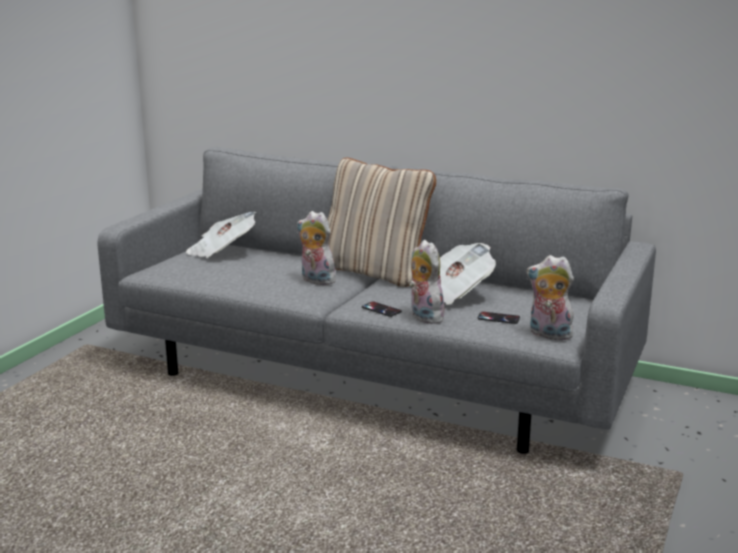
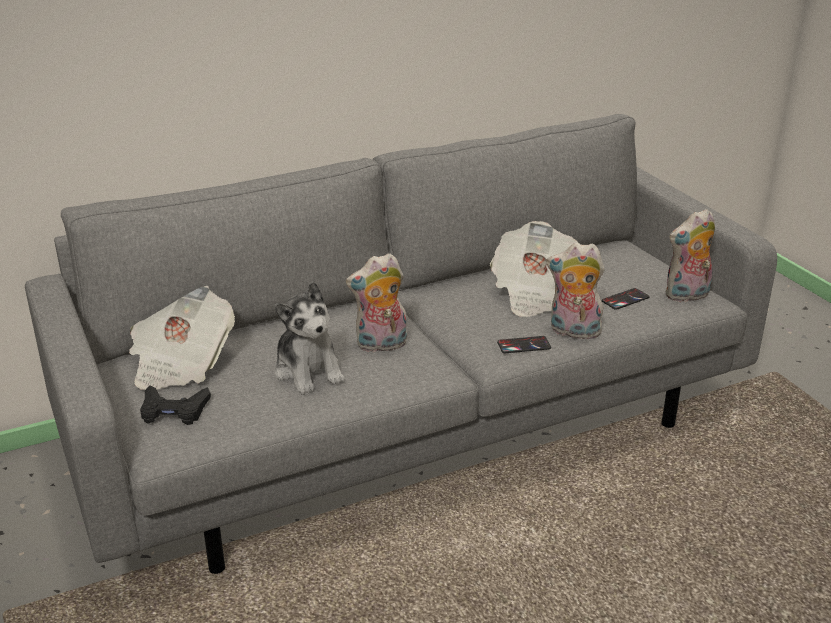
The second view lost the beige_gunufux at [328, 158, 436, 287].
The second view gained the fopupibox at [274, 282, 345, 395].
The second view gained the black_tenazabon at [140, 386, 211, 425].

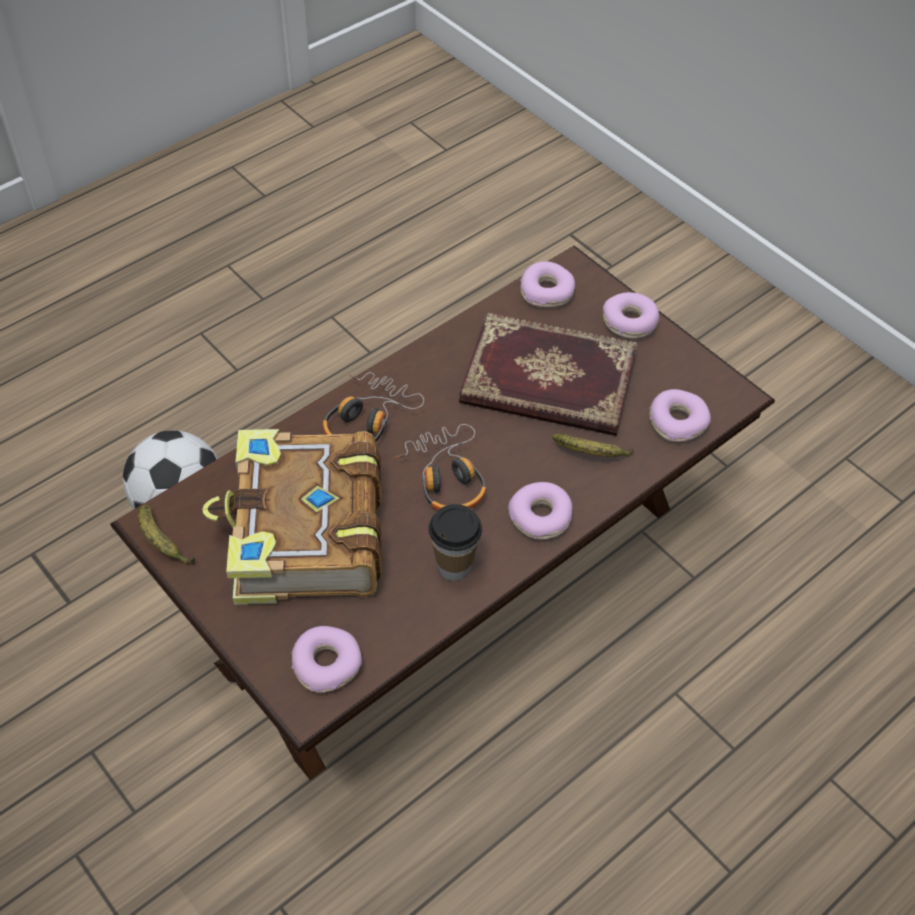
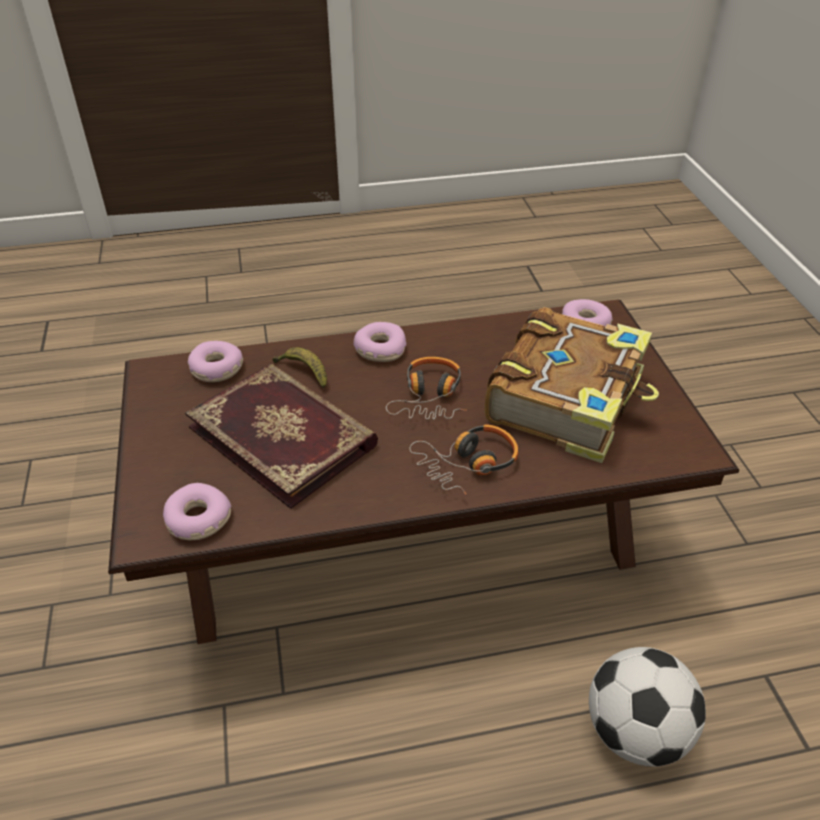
The second view lost the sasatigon at [603, 292, 660, 339].
The second view lost the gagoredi at [138, 504, 195, 565].
The second view lost the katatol at [429, 504, 482, 581].

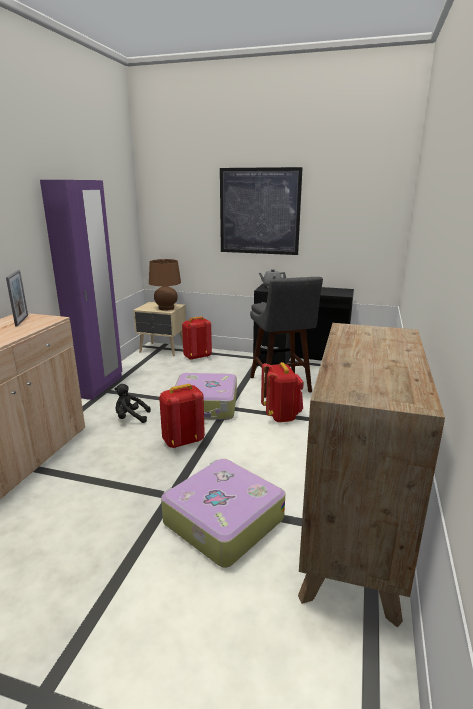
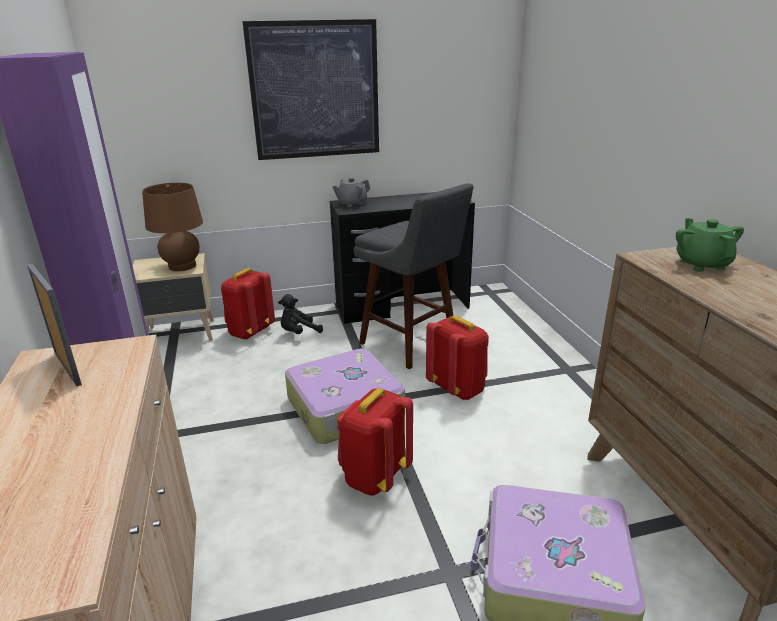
The black_fopupibox ended up elsewhere, having gone from [114, 384, 151, 423] to [278, 294, 323, 334].
The second view gained the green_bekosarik at [676, 218, 744, 272].

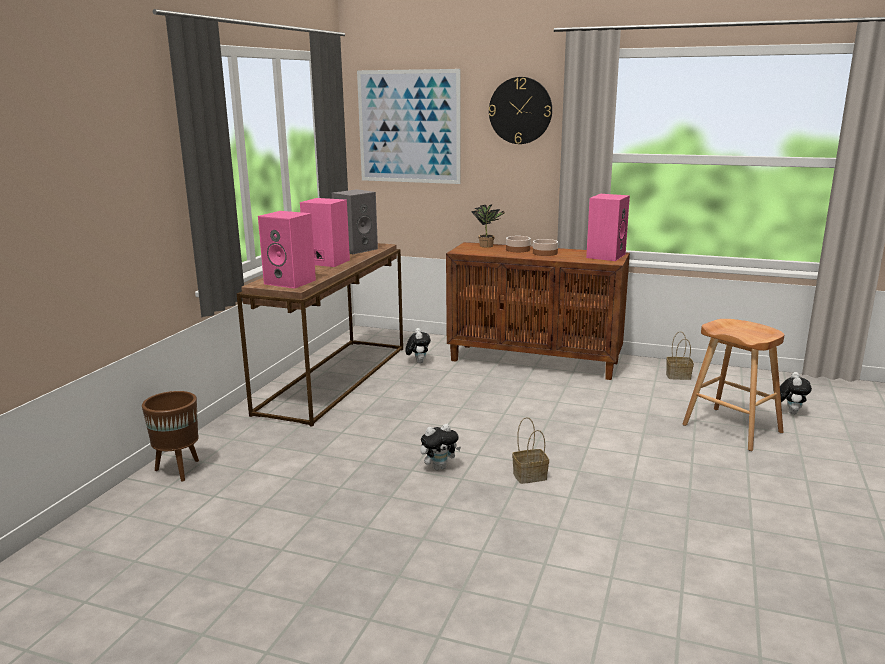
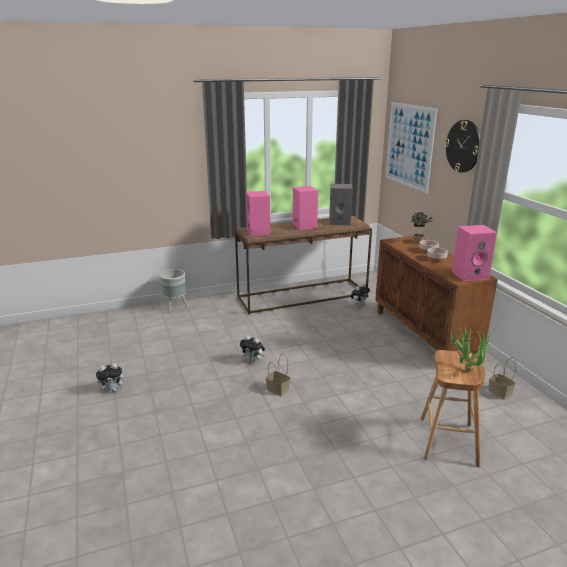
The fopupibox ended up elsewhere, having gone from [780, 372, 812, 414] to [96, 363, 127, 393].
What was the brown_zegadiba at [142, 391, 199, 482] turned into the grey_zegadiba at [159, 269, 188, 313].
The second view gained the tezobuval at [448, 326, 490, 372].

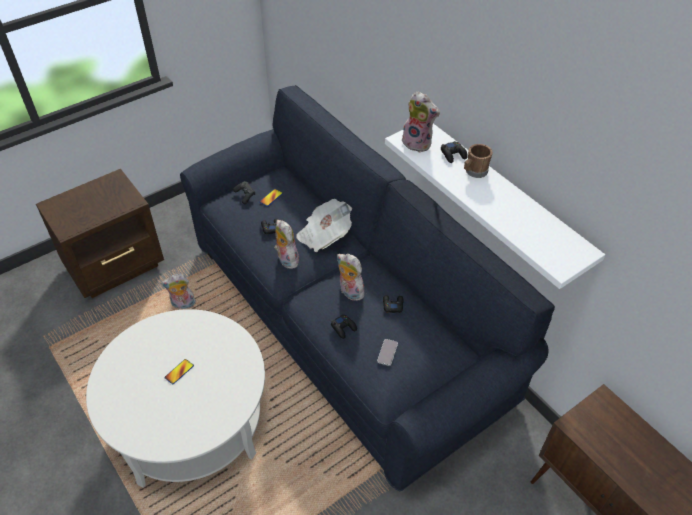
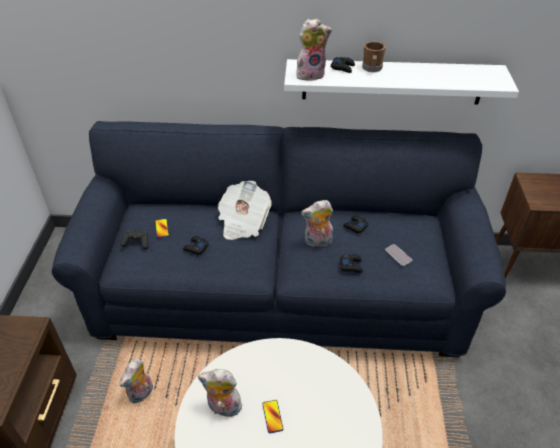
The fopupibox ended up elsewhere, having gone from [274, 220, 299, 269] to [198, 369, 242, 417].

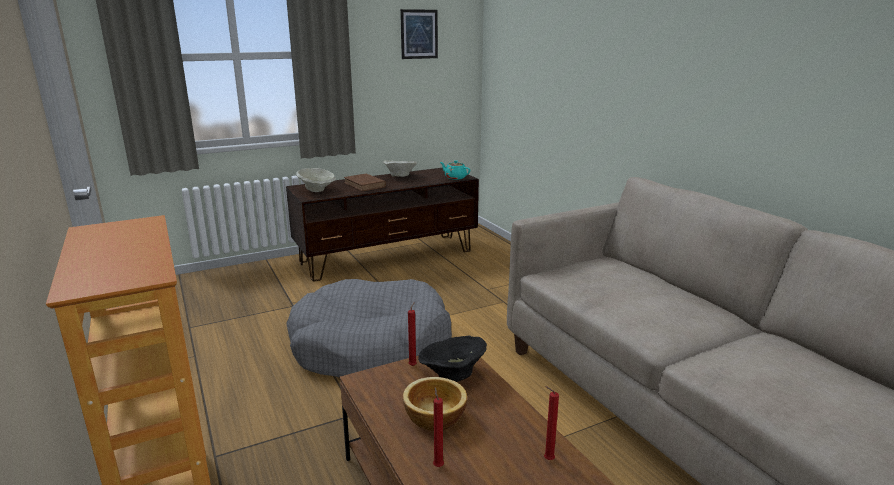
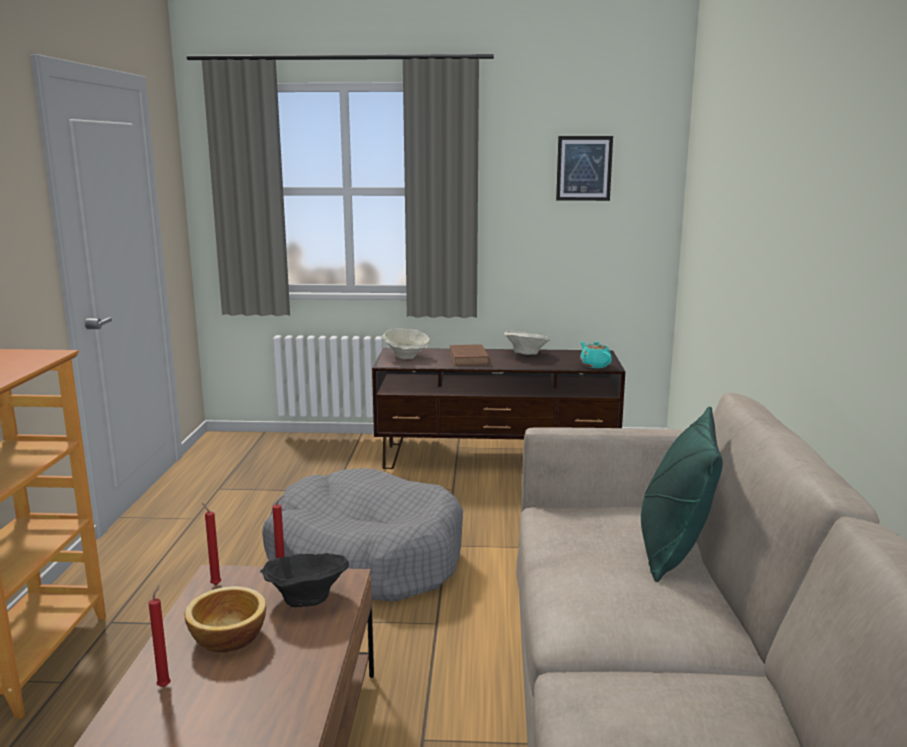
The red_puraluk ended up elsewhere, having gone from [544, 386, 559, 460] to [202, 503, 221, 585].
The second view gained the green_gunufux at [641, 407, 723, 582].

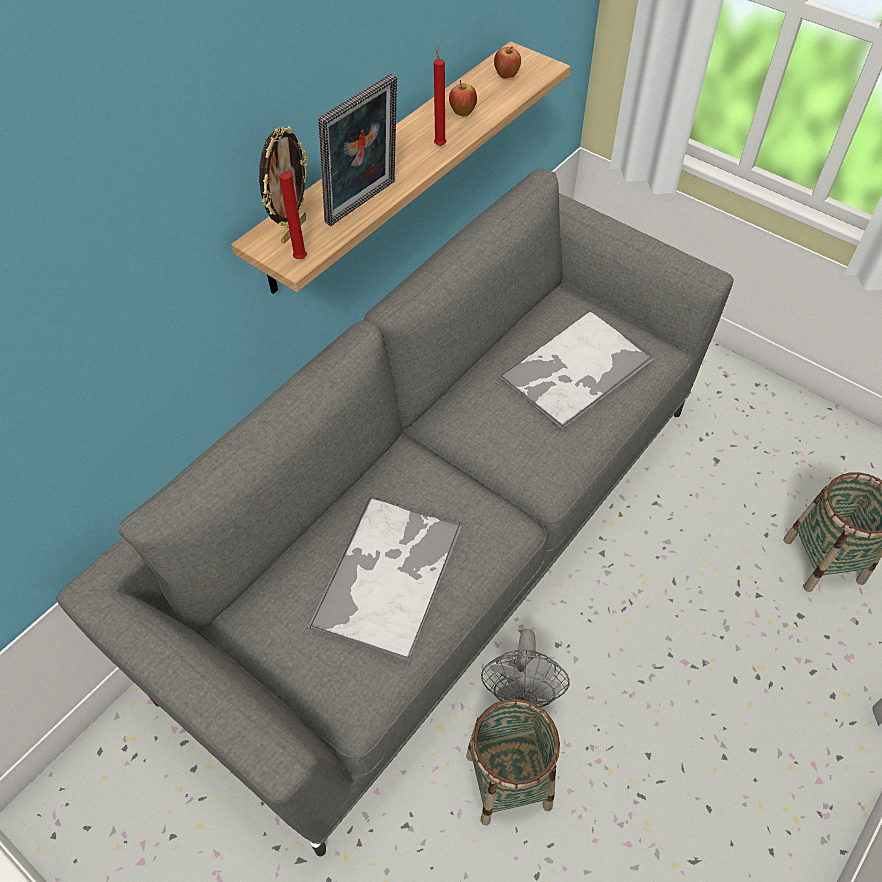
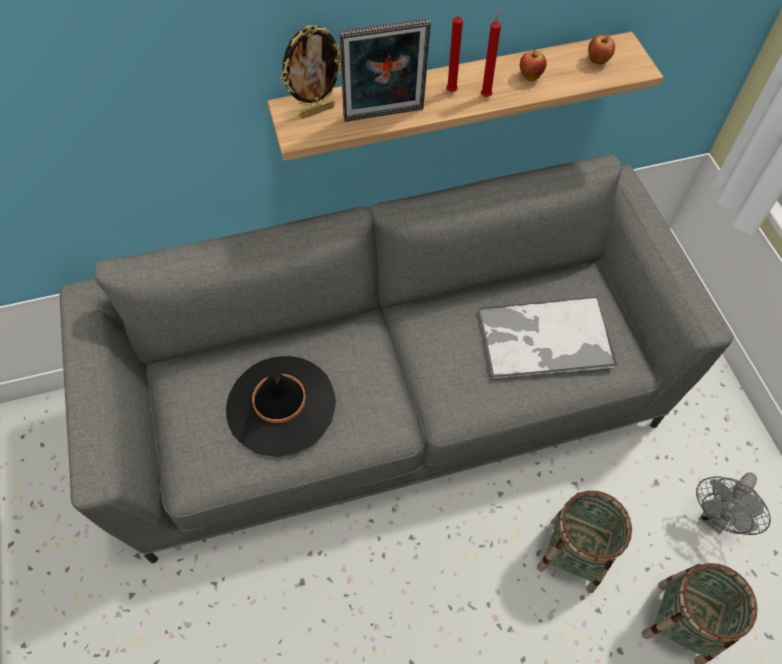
The red_puraluk ended up elsewhere, having gone from [279, 170, 307, 259] to [446, 16, 463, 92].
Where the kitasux stood at [309, 495, 462, 662], the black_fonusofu came to stand at [226, 356, 336, 457].
The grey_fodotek ended up elsewhere, having gone from [481, 629, 570, 708] to [696, 472, 771, 535].
The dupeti ended up elsewhere, having gone from [466, 699, 560, 826] to [537, 491, 632, 593].

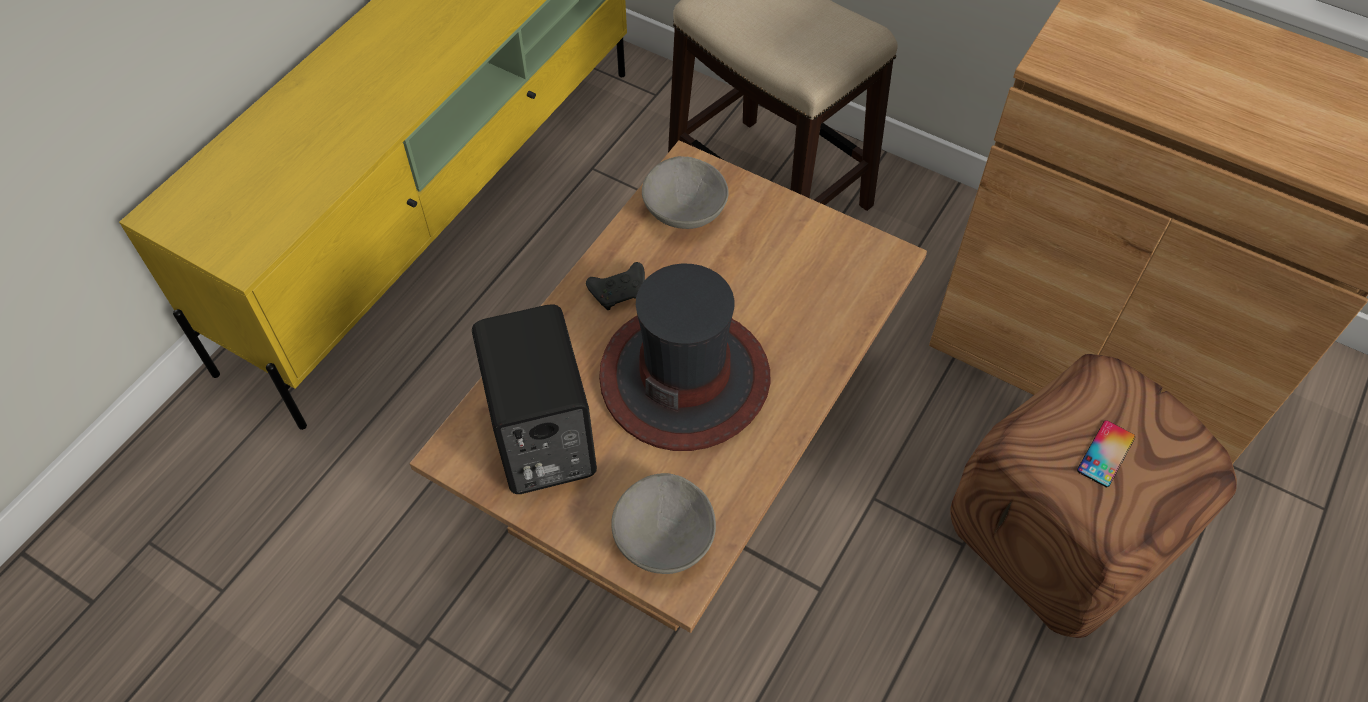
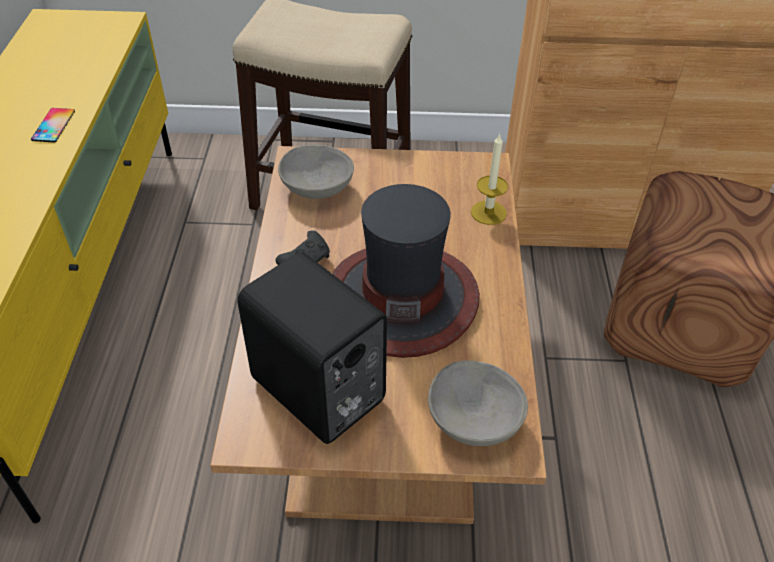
The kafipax ended up elsewhere, having gone from [1077, 420, 1135, 487] to [31, 108, 75, 142].
The second view gained the puraluk at [471, 133, 508, 225].

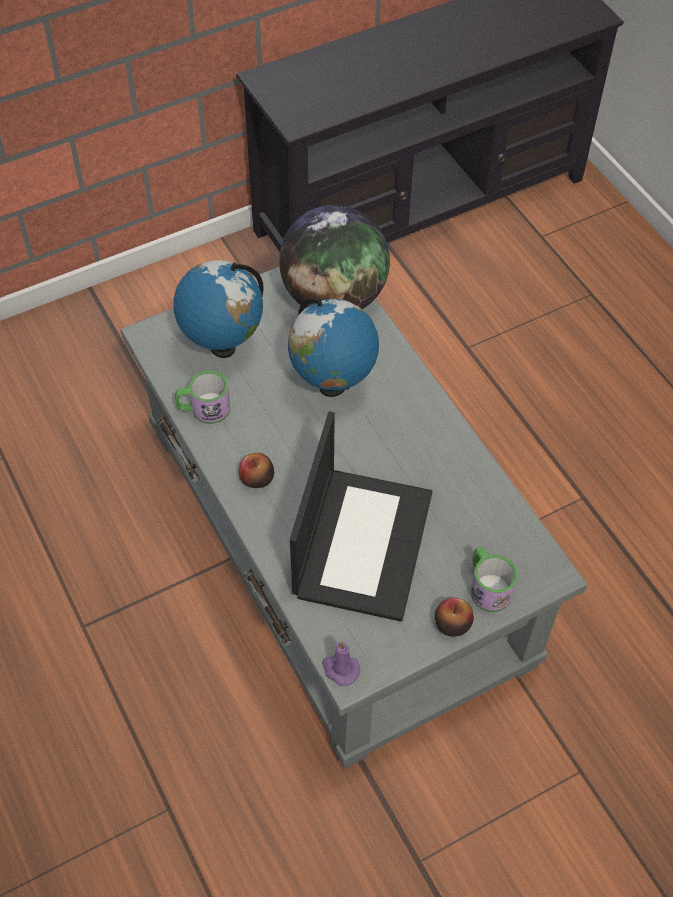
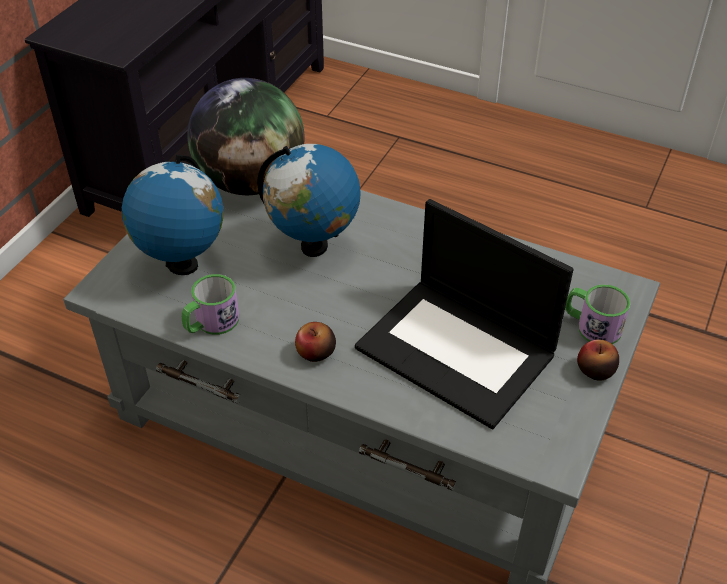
The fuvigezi at [290, 411, 432, 622] ended up facing another way, 150 degrees clockwise from before.
The second view lost the purple_puraluk at [322, 641, 360, 686].

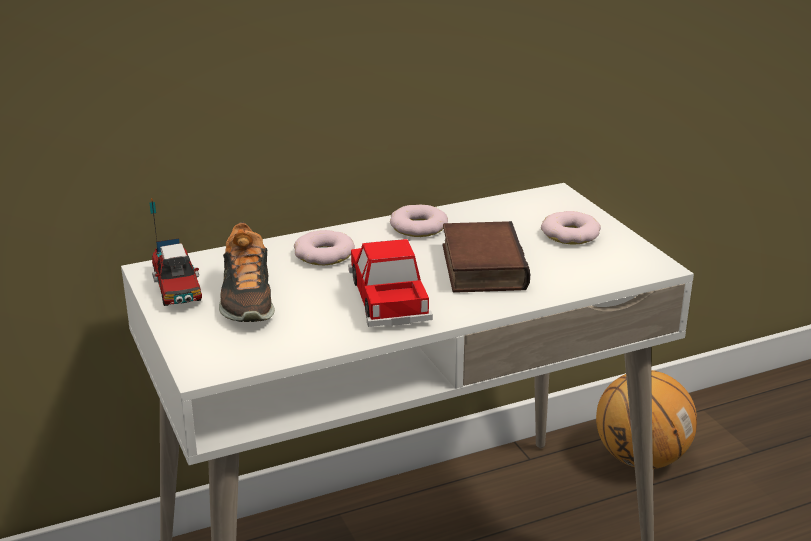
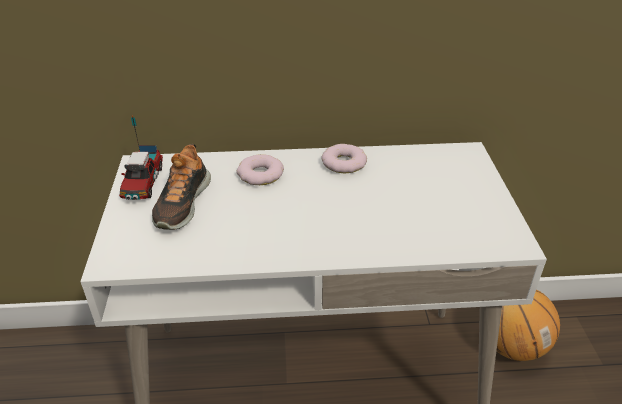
The second view lost the sasatigon at [541, 211, 601, 245].
The second view lost the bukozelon at [443, 221, 530, 293].
The second view lost the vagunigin at [348, 239, 433, 327].

